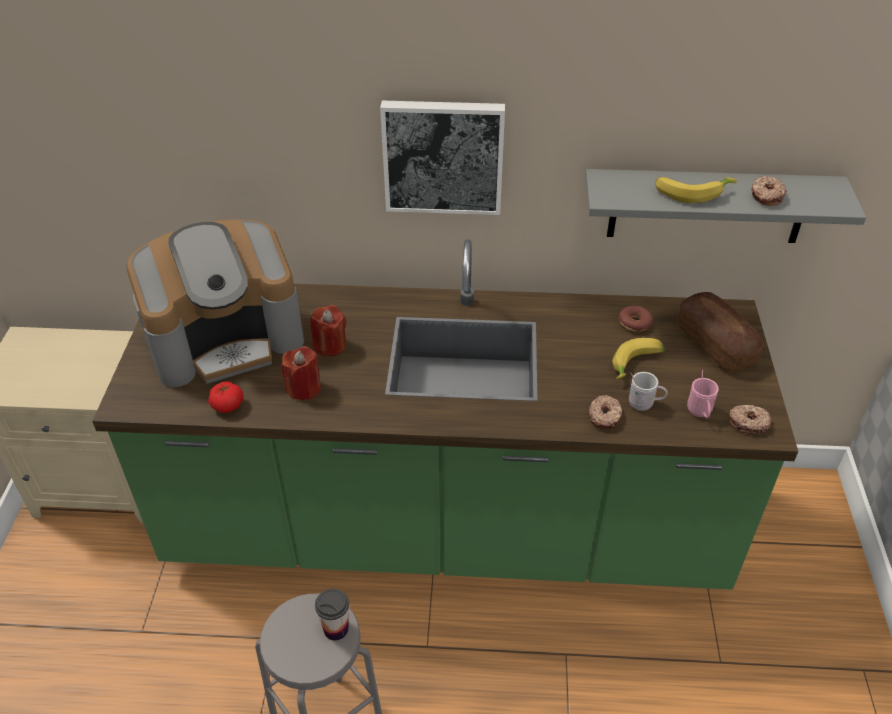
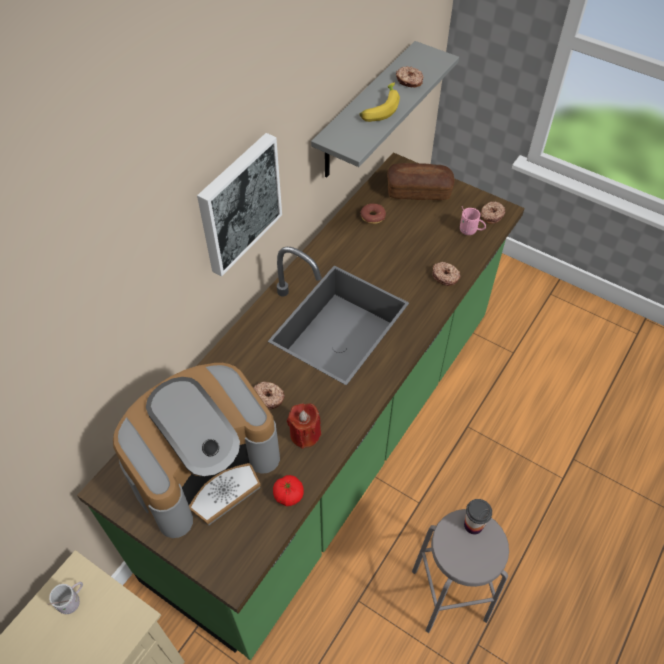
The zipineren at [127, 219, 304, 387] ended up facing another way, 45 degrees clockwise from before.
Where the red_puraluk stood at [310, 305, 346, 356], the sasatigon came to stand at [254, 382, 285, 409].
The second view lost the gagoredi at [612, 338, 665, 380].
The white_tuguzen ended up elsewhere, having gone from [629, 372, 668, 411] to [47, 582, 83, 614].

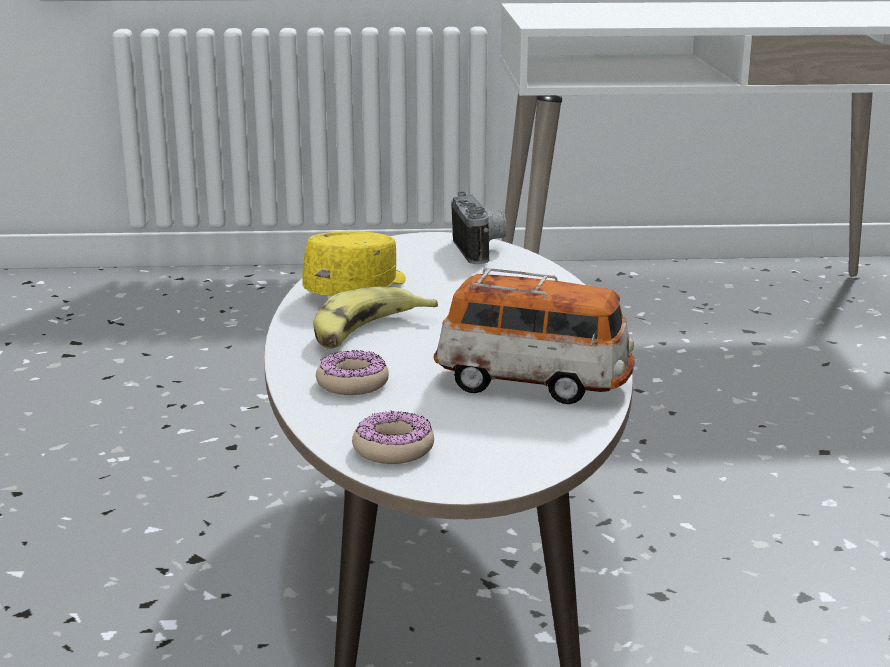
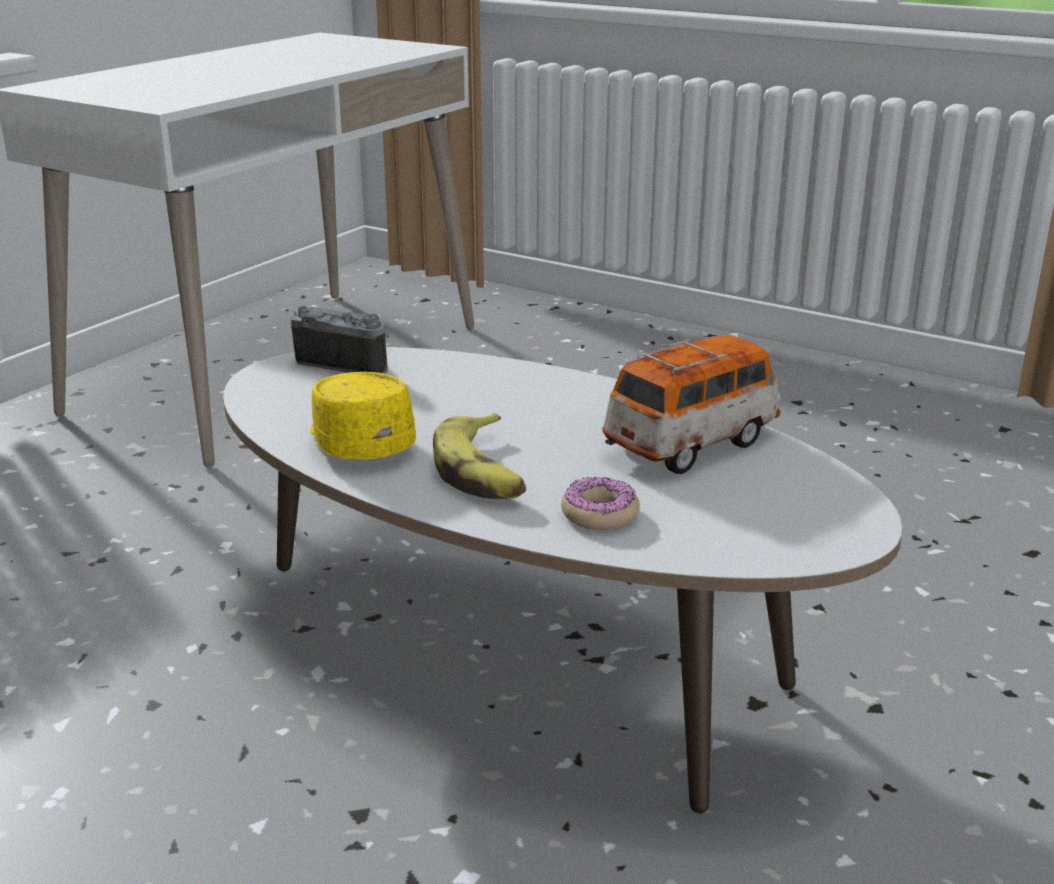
The second view lost the sasatigon at [352, 410, 434, 464].

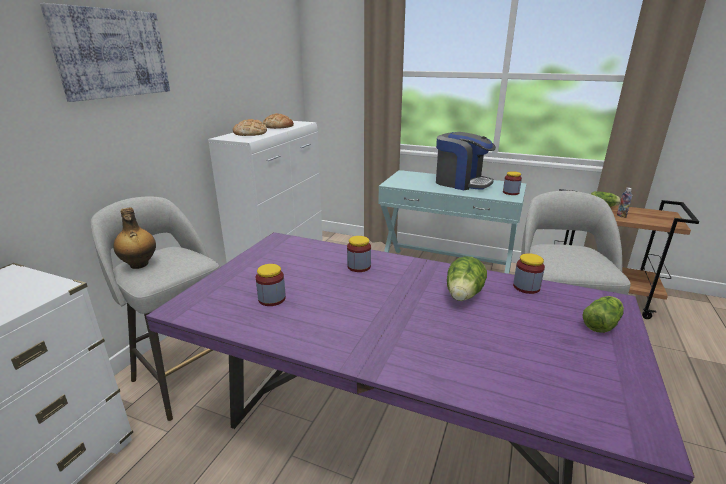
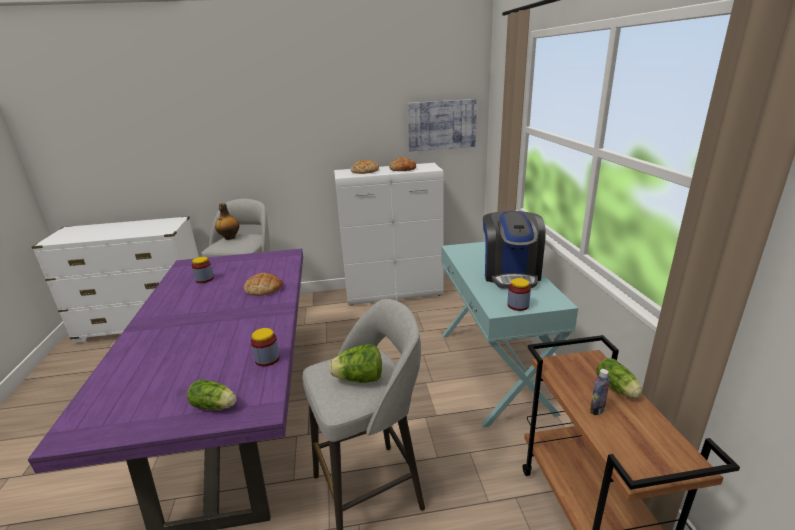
The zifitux ended up elsewhere, having gone from [40, 3, 170, 102] to [407, 99, 477, 151].
Where the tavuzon stood at [347, 236, 371, 272], the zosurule came to stand at [244, 273, 283, 296].
The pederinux ended up elsewhere, having gone from [447, 256, 487, 301] to [329, 344, 382, 383].

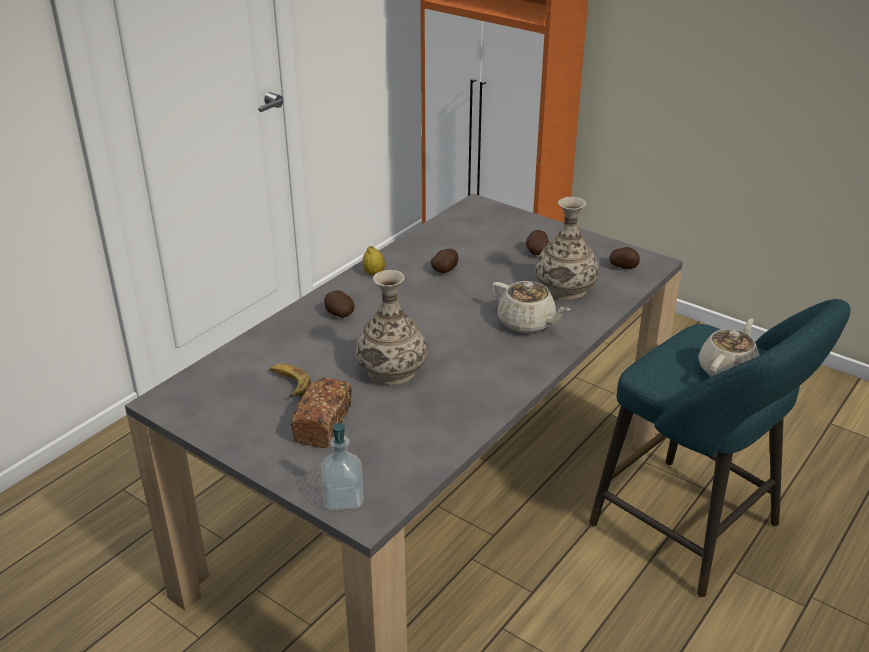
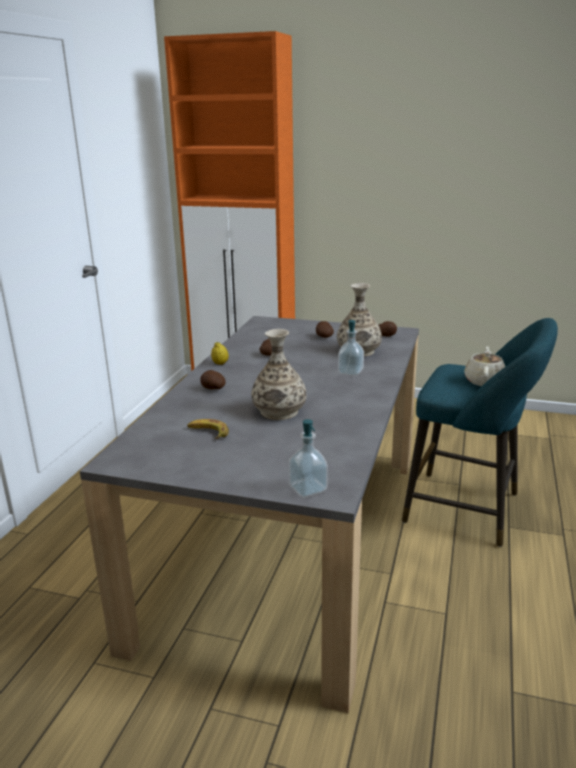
Where the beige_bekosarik stood at [492, 281, 570, 334], the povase came to stand at [338, 320, 364, 376].
The second view lost the zosurule at [291, 378, 352, 448].

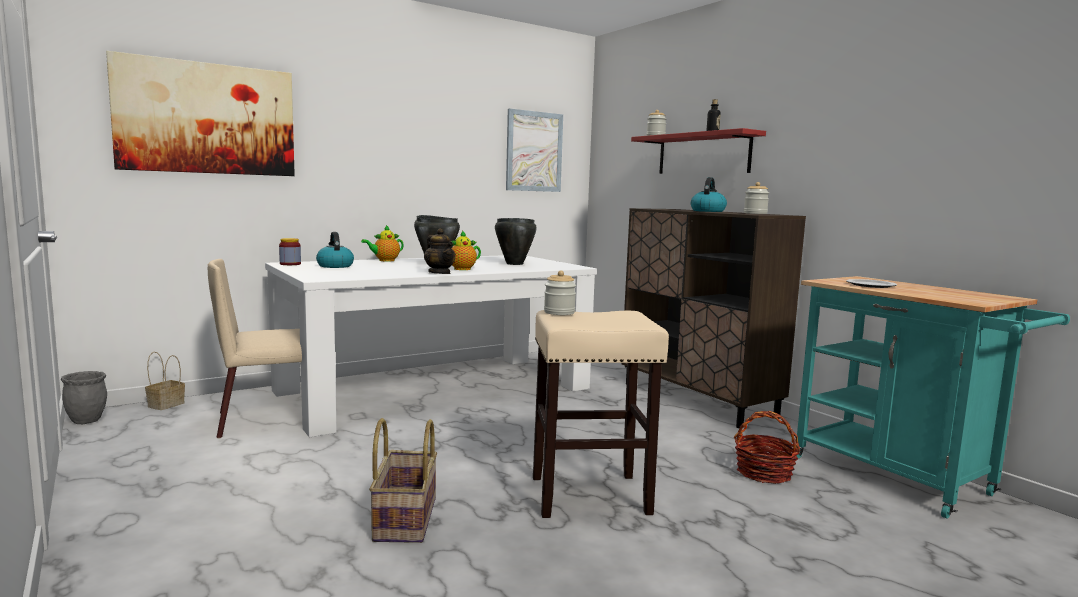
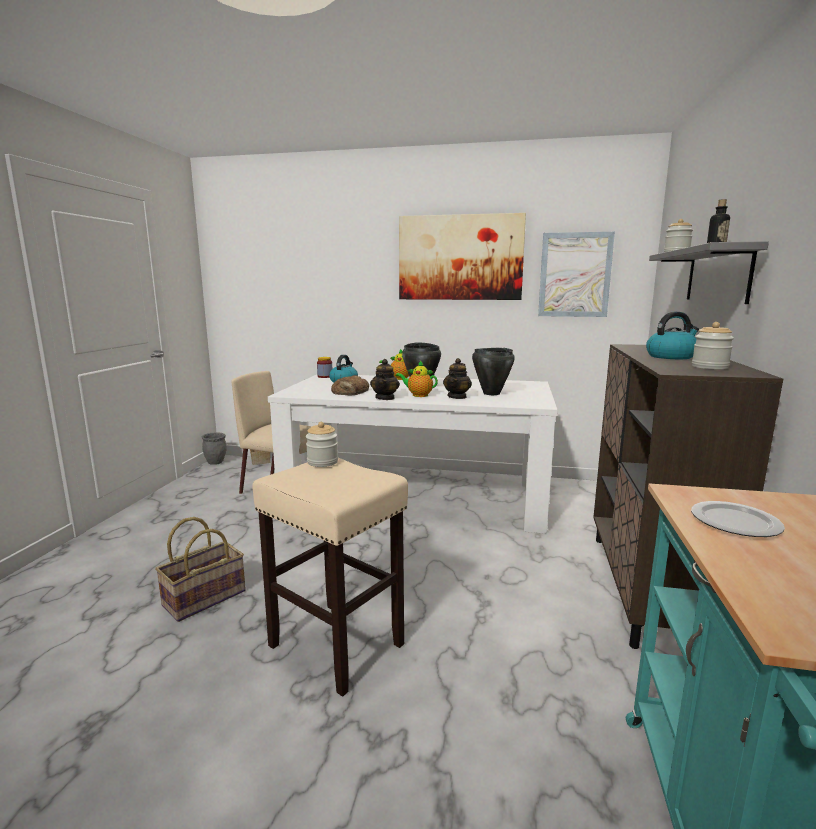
The zifitux ended up elsewhere, having gone from [106, 51, 295, 176] to [399, 213, 526, 300].
What was the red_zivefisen at [631, 128, 766, 174] turned into the grey_zivefisen at [649, 241, 769, 304].
The second view lost the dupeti at [734, 411, 800, 484].
The second view gained the bekosarik at [443, 358, 472, 399].
The second view gained the zosurule at [331, 375, 369, 395].

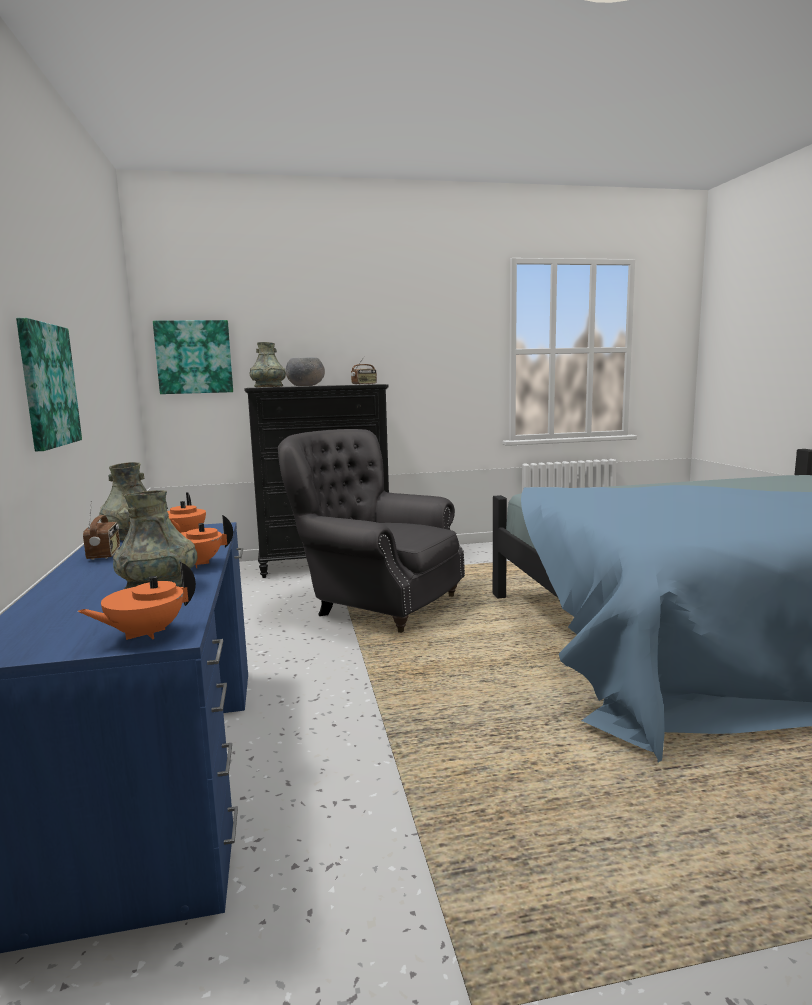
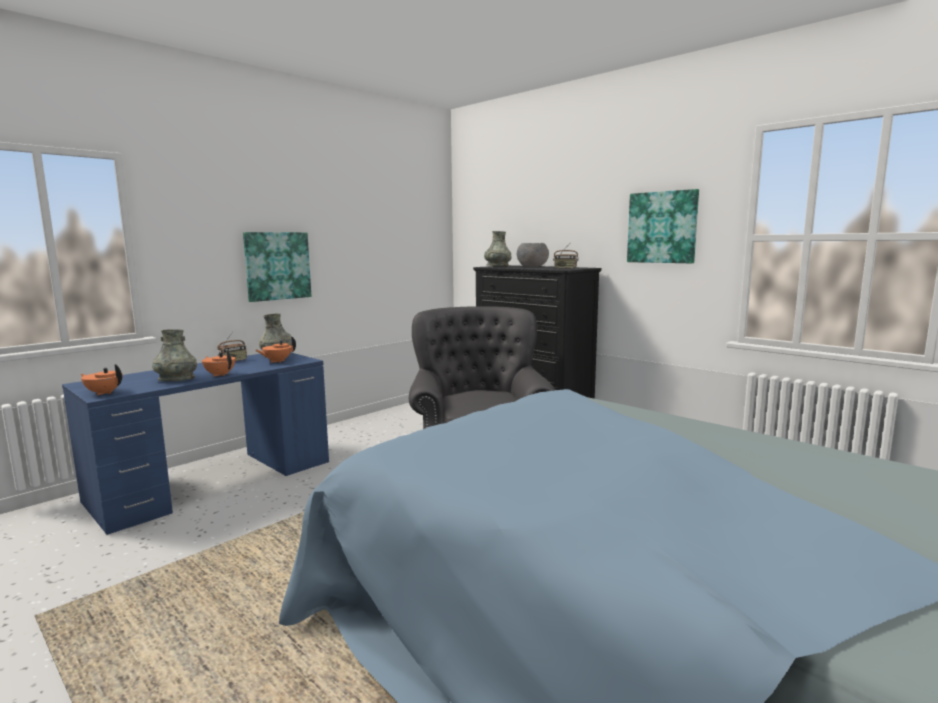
The zifitux ended up elsewhere, having gone from [153, 320, 233, 394] to [627, 189, 699, 263].

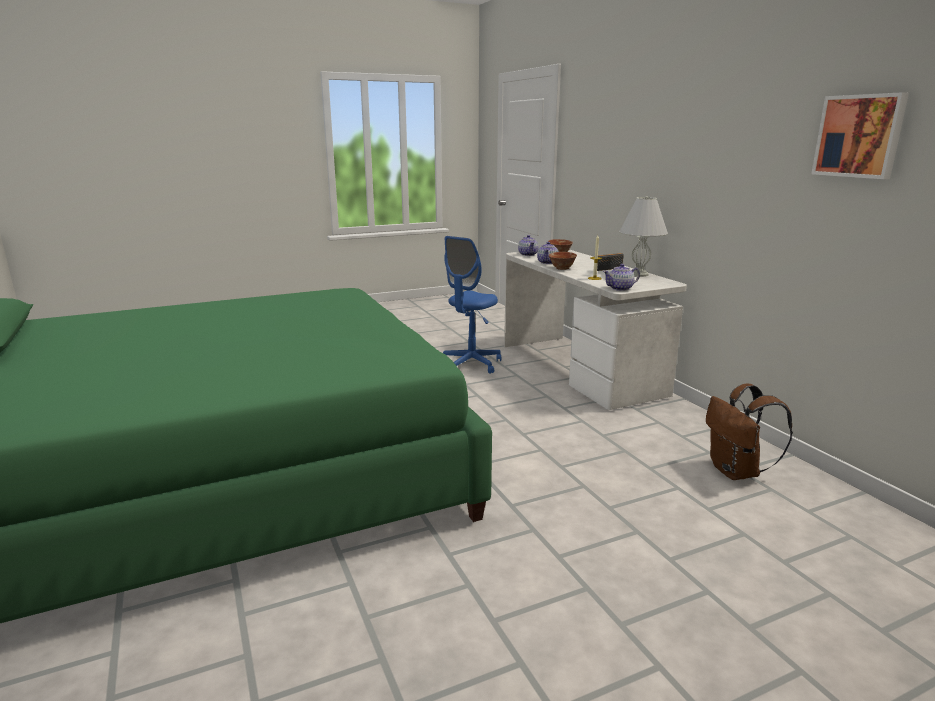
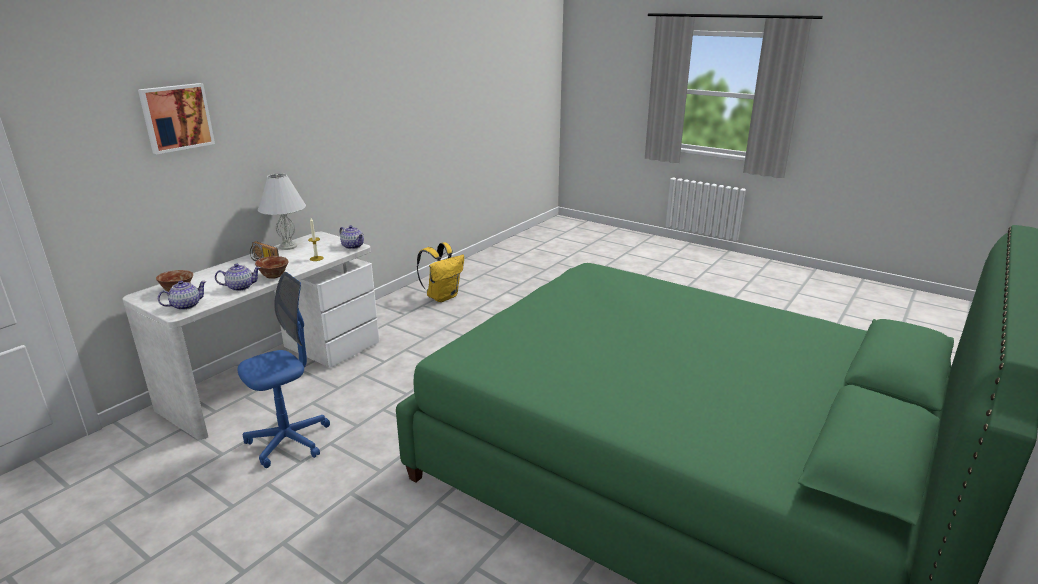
The zifitux ended up elsewhere, having gone from [811, 92, 909, 179] to [138, 83, 215, 154].
The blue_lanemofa at [443, 236, 501, 374] ended up facing another way, 45 degrees counterclockwise from before.
What was the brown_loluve at [706, 384, 793, 480] turned into the yellow_loluve at [417, 242, 464, 302].

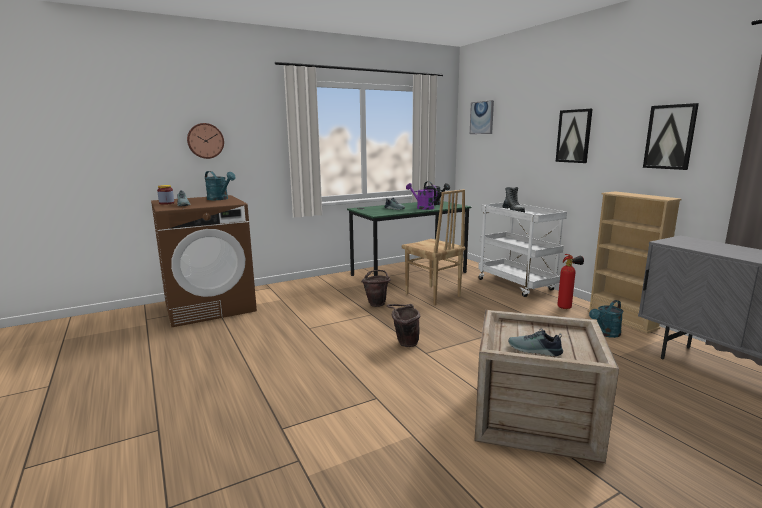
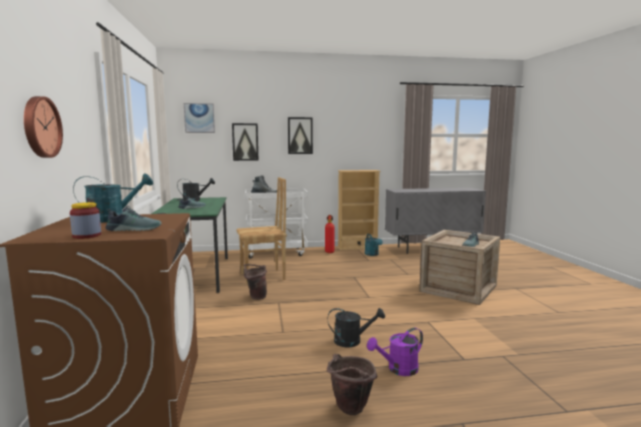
The zifitux ended up elsewhere, having gone from [643, 103, 699, 170] to [232, 123, 258, 161].
The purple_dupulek ended up elsewhere, having gone from [406, 183, 438, 210] to [367, 328, 423, 376].
The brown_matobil ended up elsewhere, having gone from [387, 304, 420, 347] to [327, 354, 377, 415].
The second view gained the black_dupulek at [328, 308, 385, 347].

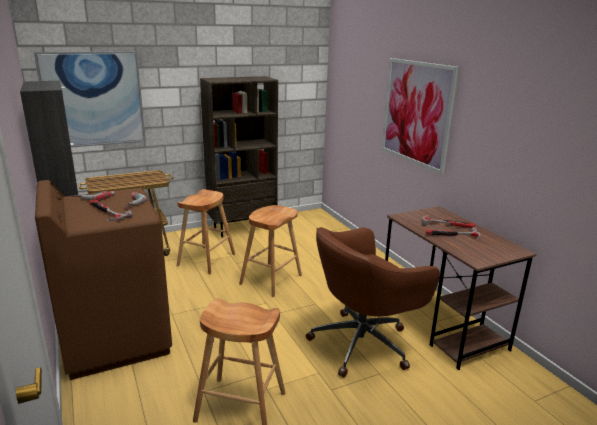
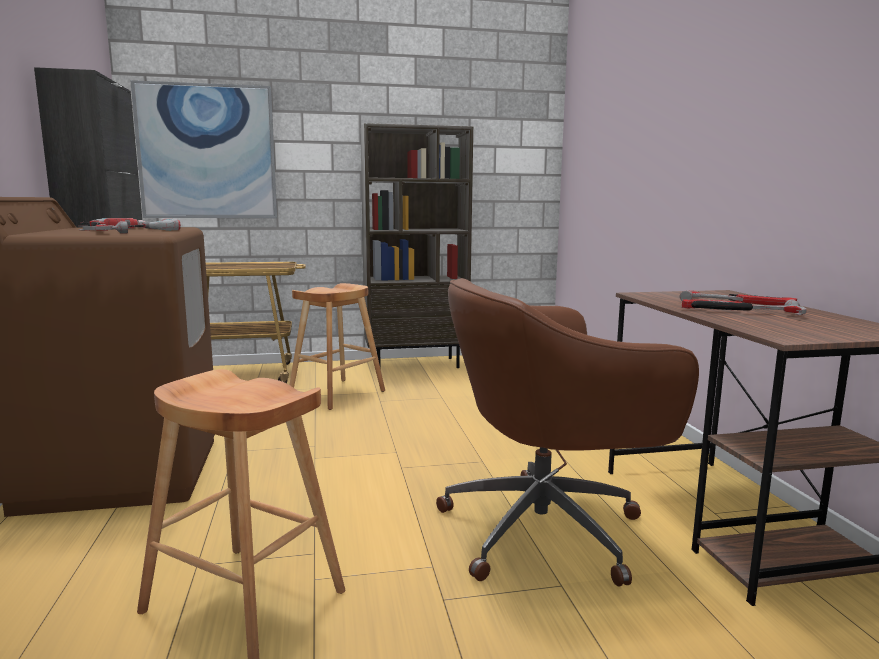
The second view lost the zifitux at [382, 58, 459, 174].
The second view lost the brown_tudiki at [239, 205, 302, 297].

